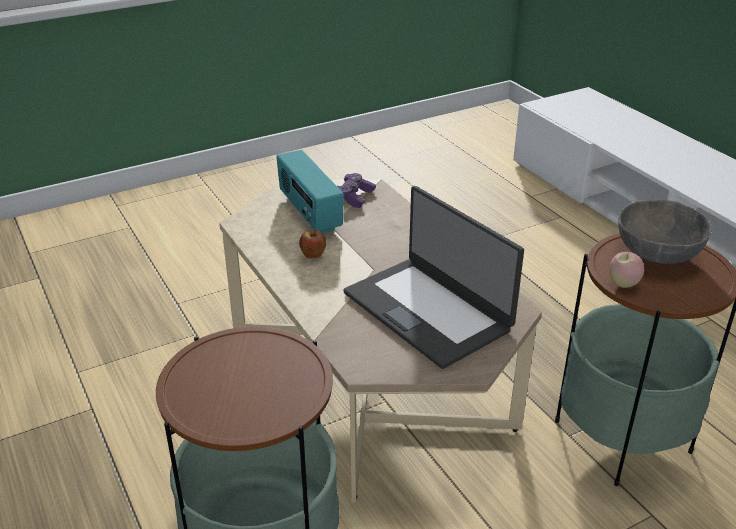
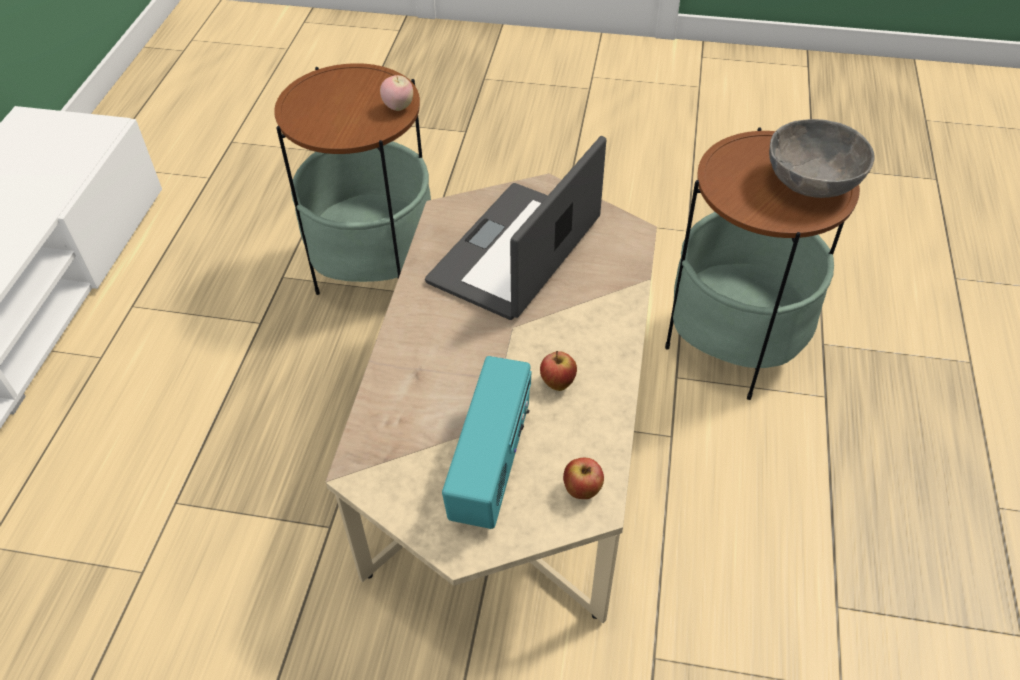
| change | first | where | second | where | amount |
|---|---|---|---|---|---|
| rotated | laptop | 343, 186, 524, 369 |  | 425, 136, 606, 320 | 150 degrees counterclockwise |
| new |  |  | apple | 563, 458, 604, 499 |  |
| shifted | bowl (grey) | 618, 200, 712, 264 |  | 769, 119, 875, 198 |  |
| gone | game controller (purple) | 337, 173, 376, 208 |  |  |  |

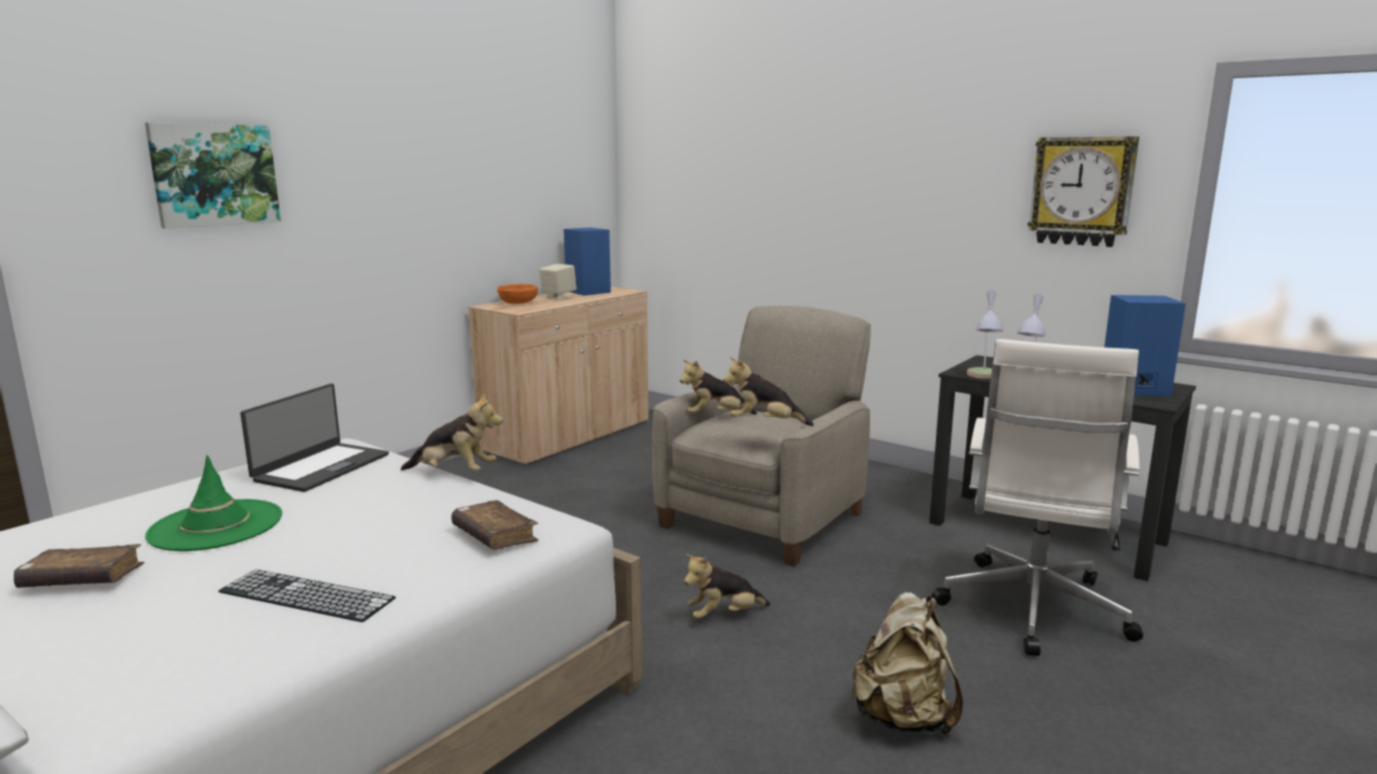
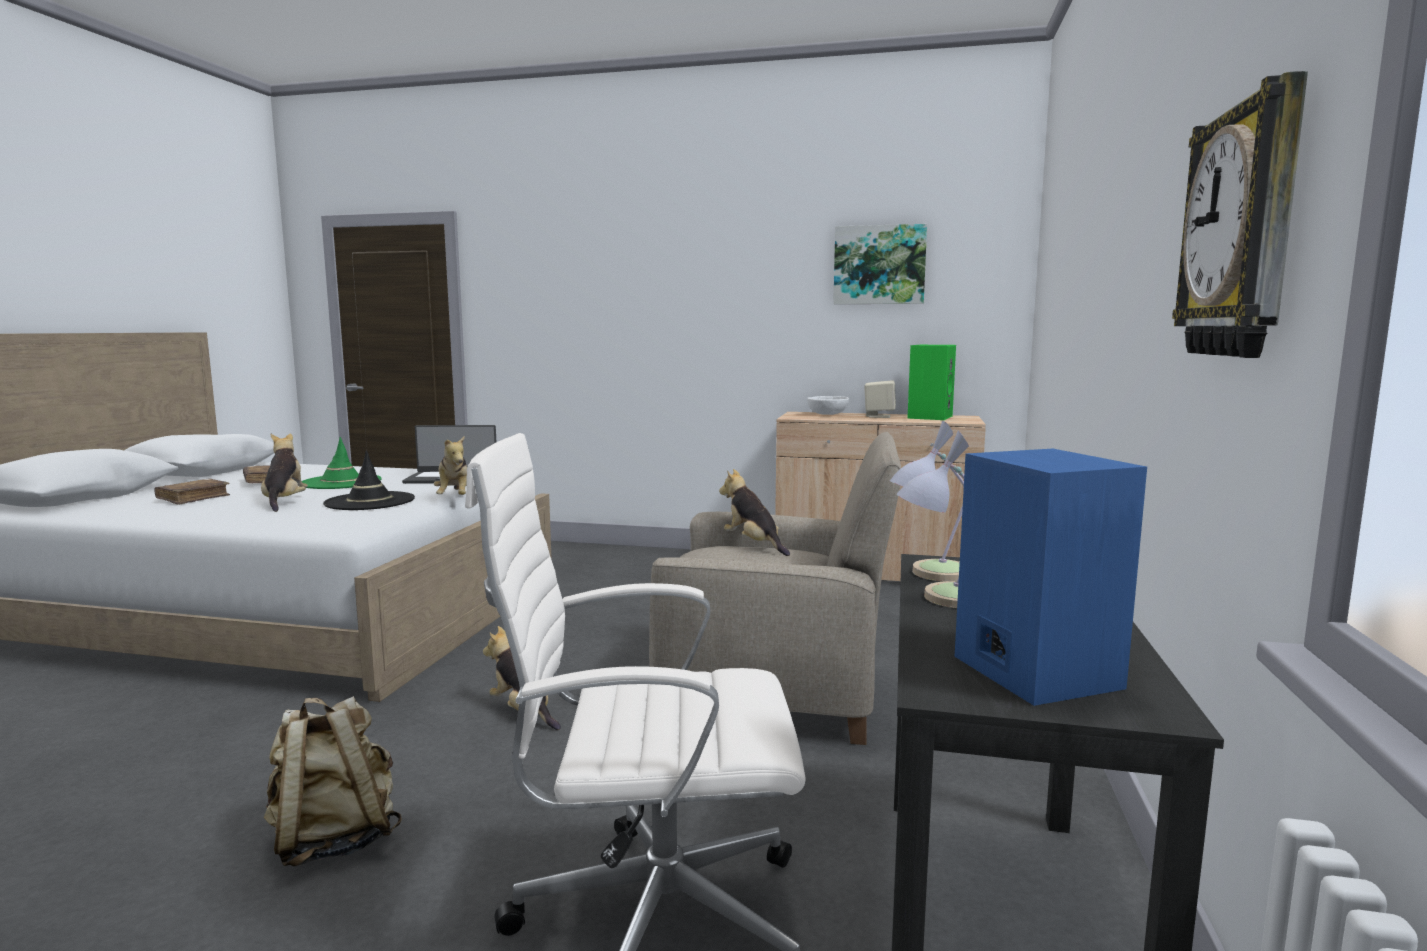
| change | first | where | second | where | amount |
|---|---|---|---|---|---|
| shifted | book (brown) | 451, 500, 539, 550 |  | 154, 479, 230, 505 |  |
| shifted | plush toy | 723, 357, 814, 426 |  | 261, 433, 308, 512 |  |
| new |  |  | hat (black) | 323, 450, 415, 510 |  |
| repainted | bowl (orange) | 497, 284, 538, 304 | bowl (white) | 807, 396, 849, 415 |  |
| shifted | picture | 145, 122, 281, 229 |  | 833, 224, 927, 304 |  |
| repainted | speaker (blue) | 564, 227, 611, 296 | speaker (green) | 907, 345, 956, 420 |  |
| gone | keyboard | 218, 569, 396, 622 |  |  |  |

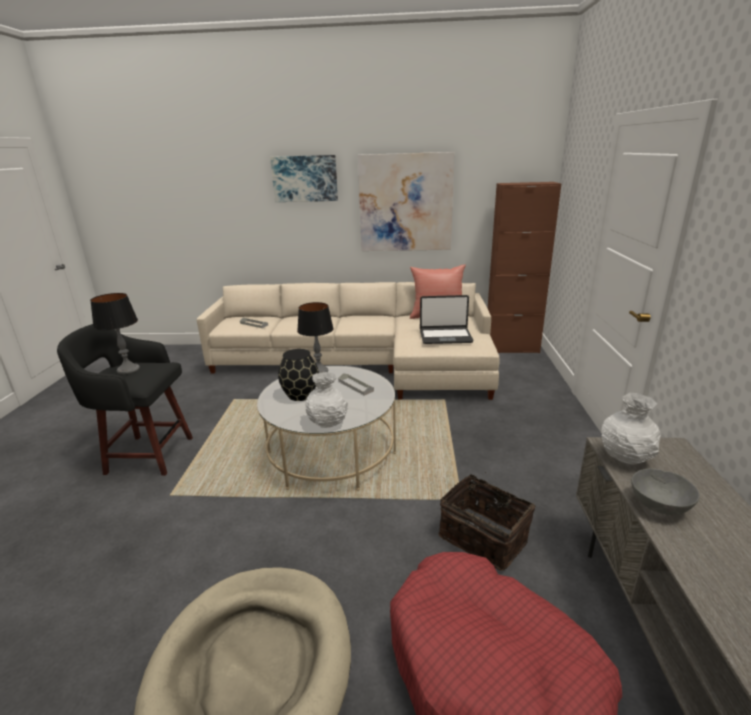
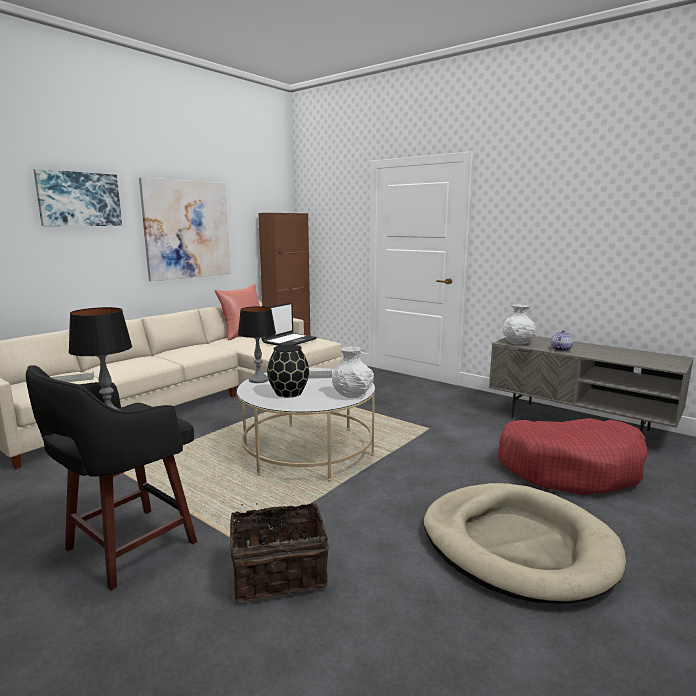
| change | first | where | second | where | amount |
|---|---|---|---|---|---|
| shifted | basket | 438, 472, 536, 571 |  | 230, 503, 329, 602 |  |
| swapped | bowl (grey) | 631, 469, 700, 515 | teapot | 551, 330, 573, 351 |  |

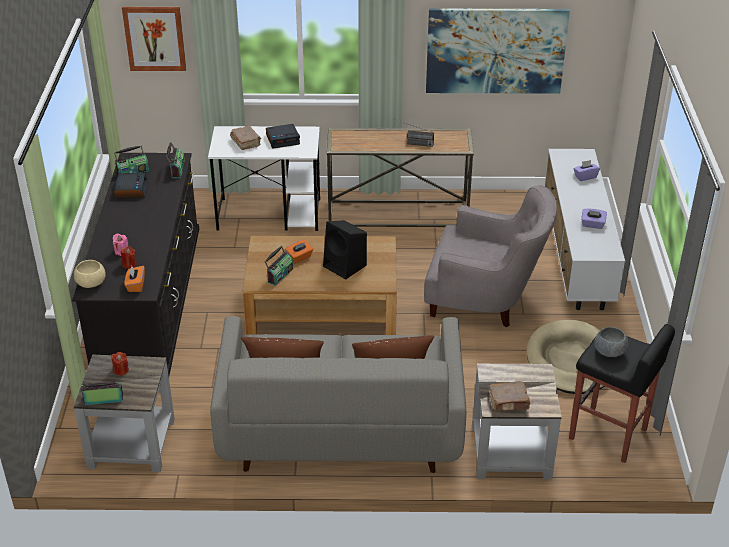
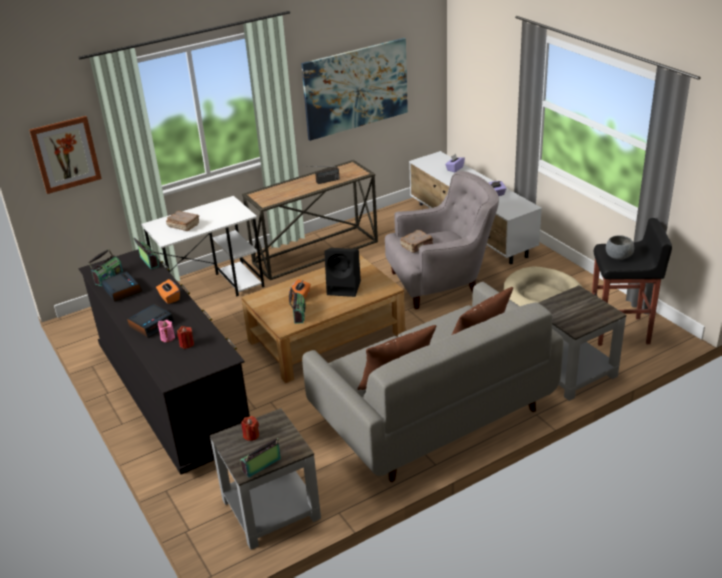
| change | first | where | second | where | amount |
|---|---|---|---|---|---|
| shifted | alarm clock | 266, 124, 300, 149 |  | 127, 304, 174, 338 |  |
| shifted | tissue box (orange) | 125, 266, 145, 292 |  | 156, 279, 180, 304 |  |
| shifted | book (brown) | 488, 381, 531, 411 |  | 400, 230, 433, 253 |  |
| gone | bowl (beige) | 74, 260, 106, 288 |  |  |  |

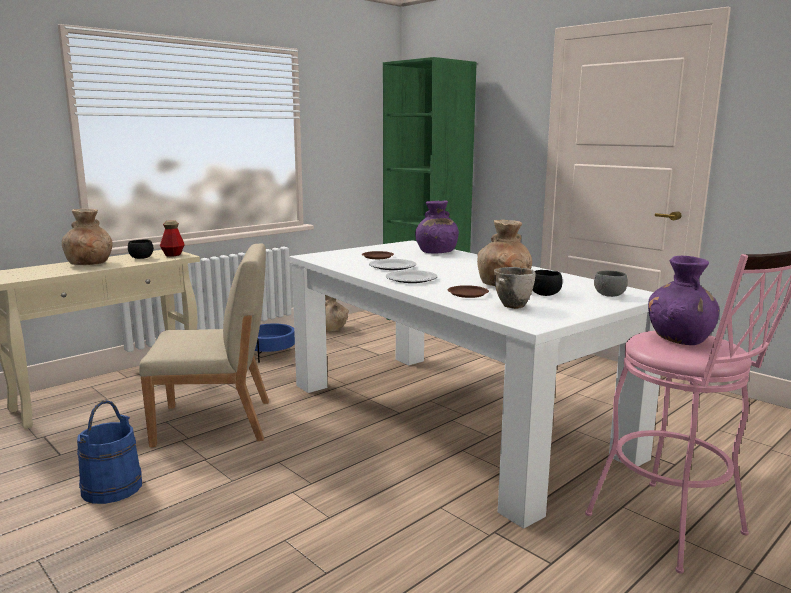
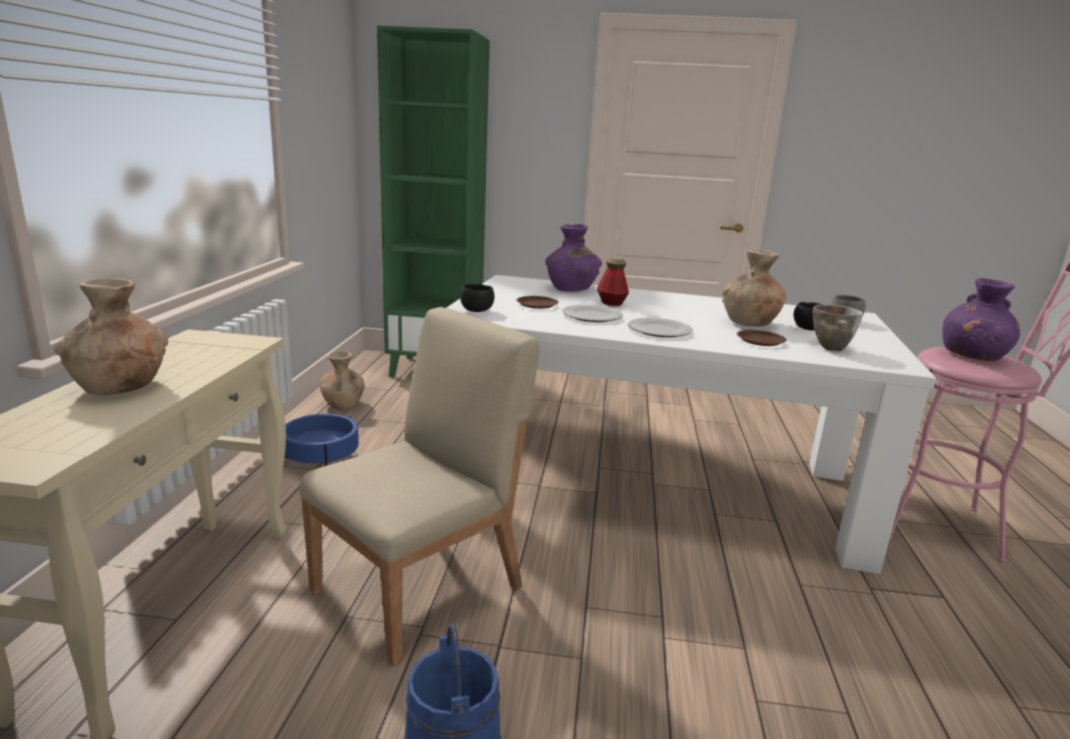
| change | first | where | second | where | amount |
|---|---|---|---|---|---|
| shifted | bowl (black) | 128, 240, 154, 259 |  | 460, 284, 494, 312 |  |
| shifted | bottle | 160, 220, 185, 257 |  | 597, 257, 629, 306 |  |

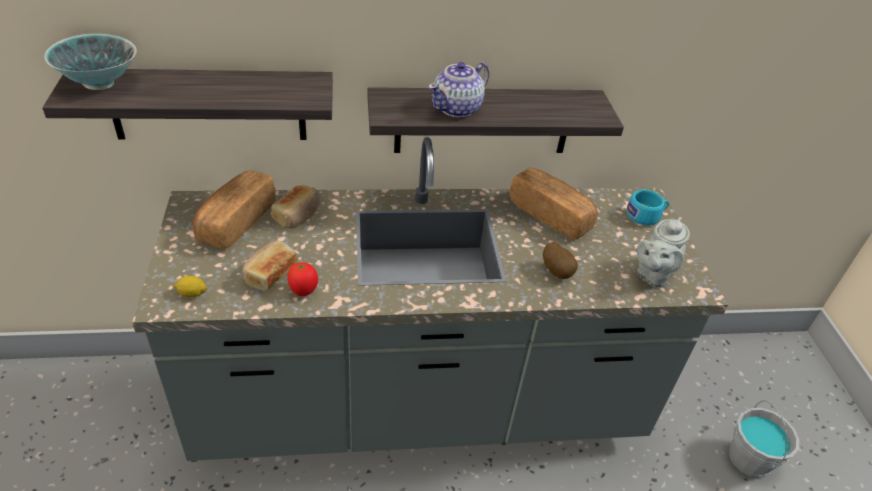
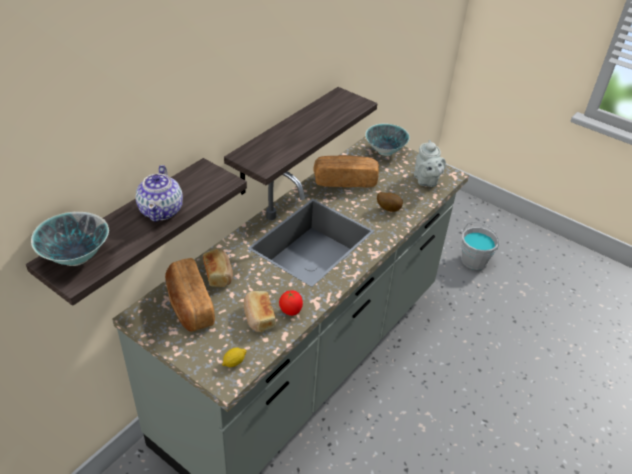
| change | first | where | second | where | amount |
|---|---|---|---|---|---|
| shifted | teapot | 428, 62, 489, 118 |  | 136, 165, 183, 222 |  |
| swapped | cup (turquoise) | 627, 189, 669, 225 | bowl | 365, 123, 410, 156 |  |

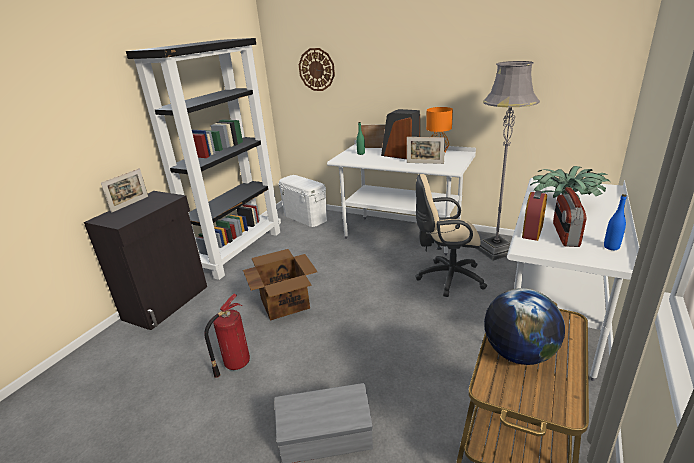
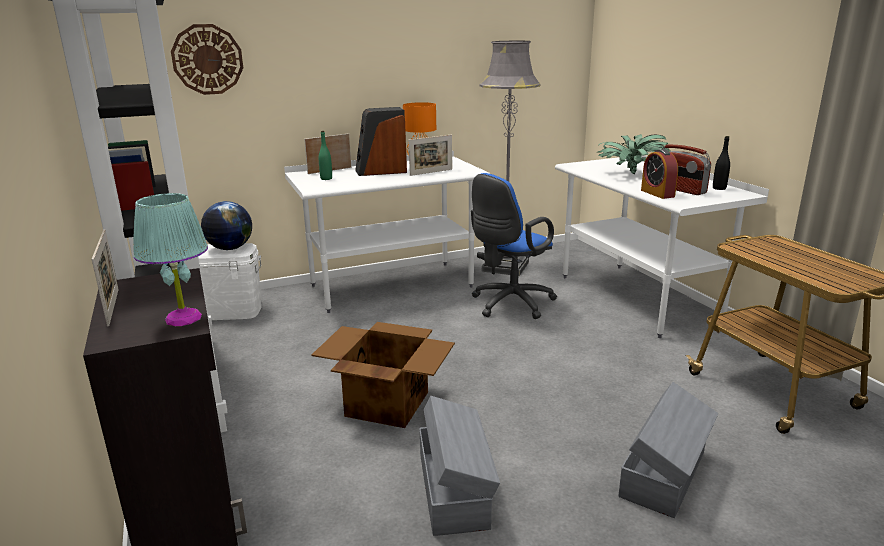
| change | first | where | second | where | amount |
|---|---|---|---|---|---|
| new |  |  | table lamp (turquoise) | 133, 193, 208, 326 |  |
| shifted | globe | 484, 288, 565, 365 |  | 201, 201, 252, 250 |  |
| swapped | fire extinguisher | 204, 294, 250, 378 | storage box (grey) | 419, 396, 500, 536 |  |
| repainted | office chair (beige) | 416, 174, 487, 297 | office chair (blue) | 471, 173, 557, 319 |  |
| repainted | bottle (blue) | 604, 194, 627, 250 | bottle (black) | 713, 136, 730, 190 |  |

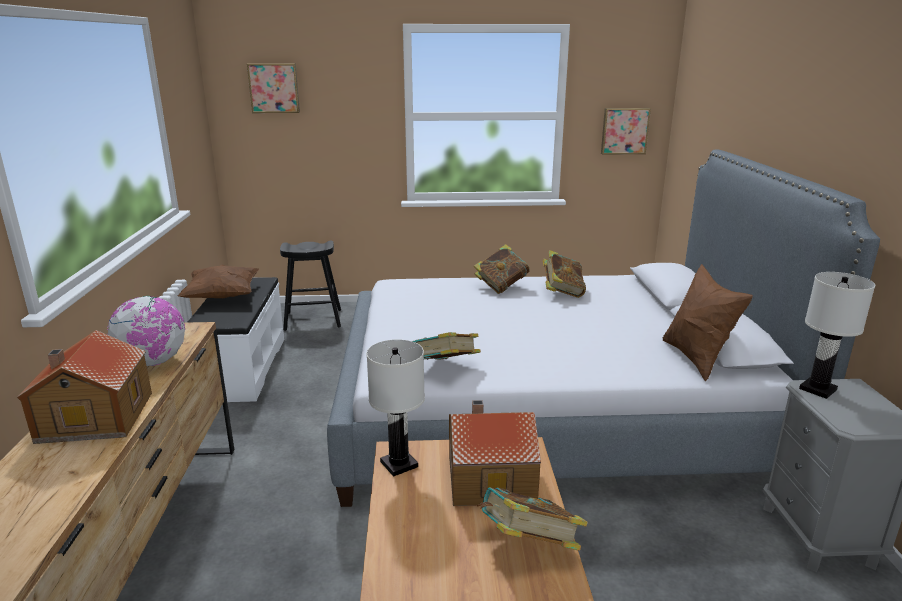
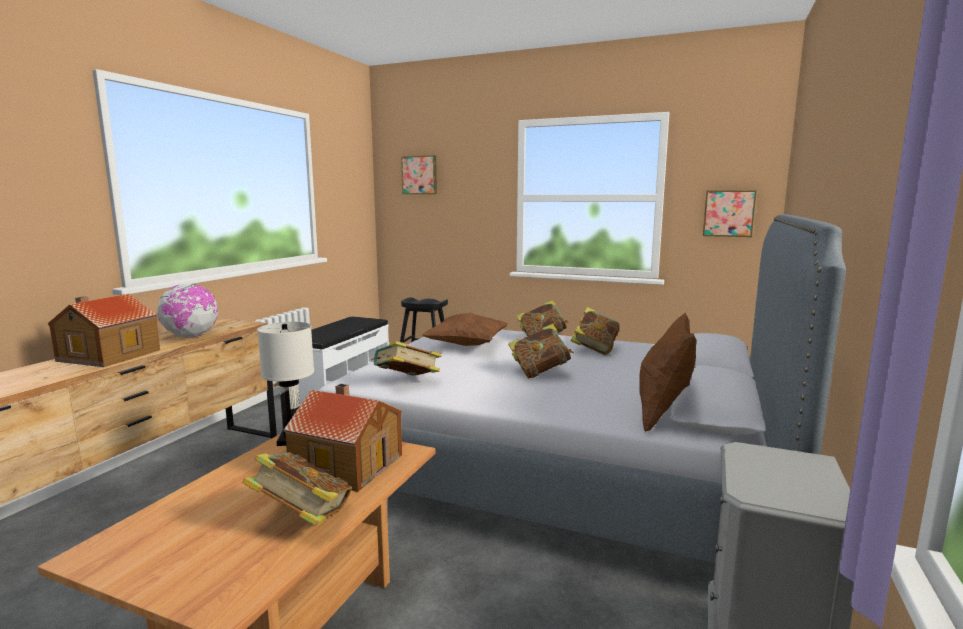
| change | first | where | second | where | amount |
|---|---|---|---|---|---|
| shifted | pillow (brown) | 178, 265, 259, 298 |  | 422, 312, 508, 346 |  |
| new |  |  | book | 508, 324, 574, 379 |  |
| gone | table lamp (white) | 799, 272, 876, 399 |  |  |  |

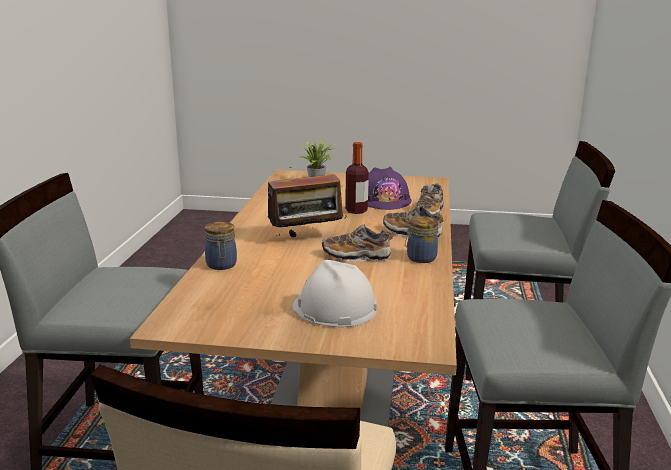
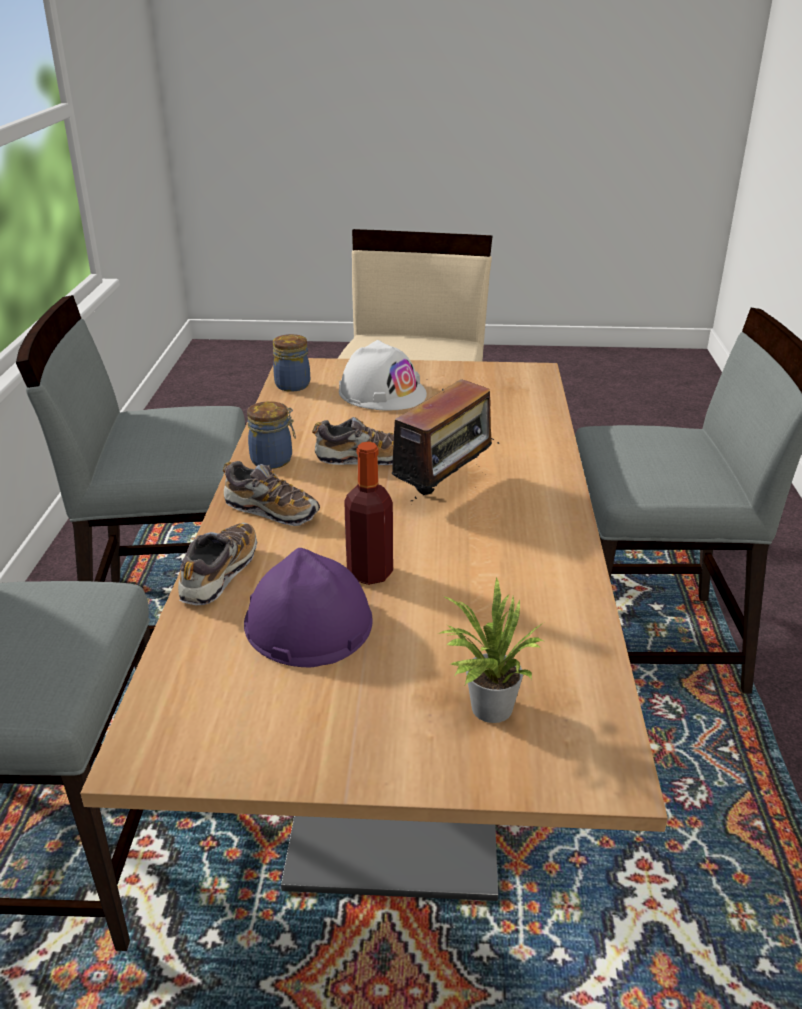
| change | first | where | second | where | amount |
|---|---|---|---|---|---|
| shifted | jar | 205, 221, 237, 270 |  | 273, 334, 310, 392 |  |
| rotated | radio | 268, 163, 347, 237 |  | 381, 379, 499, 505 | 150 degrees clockwise |

